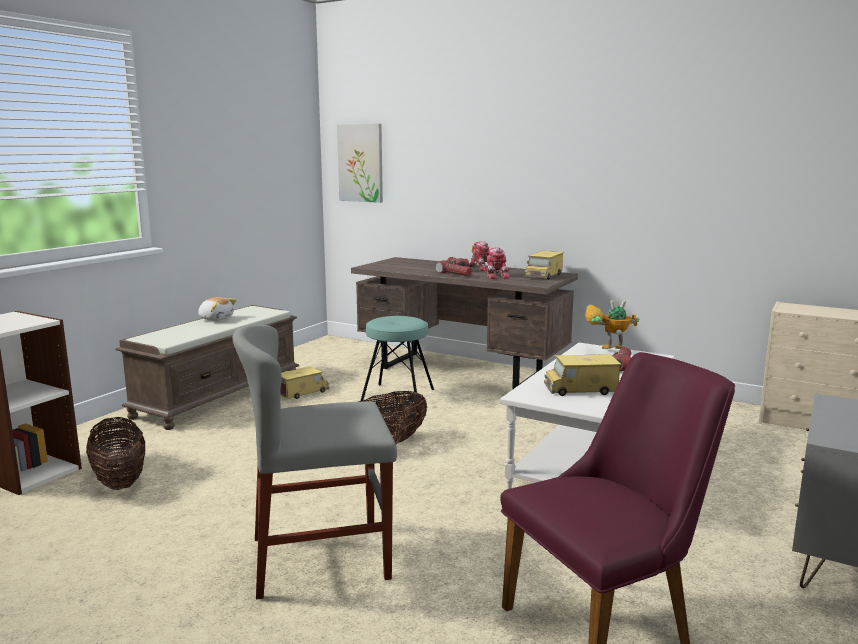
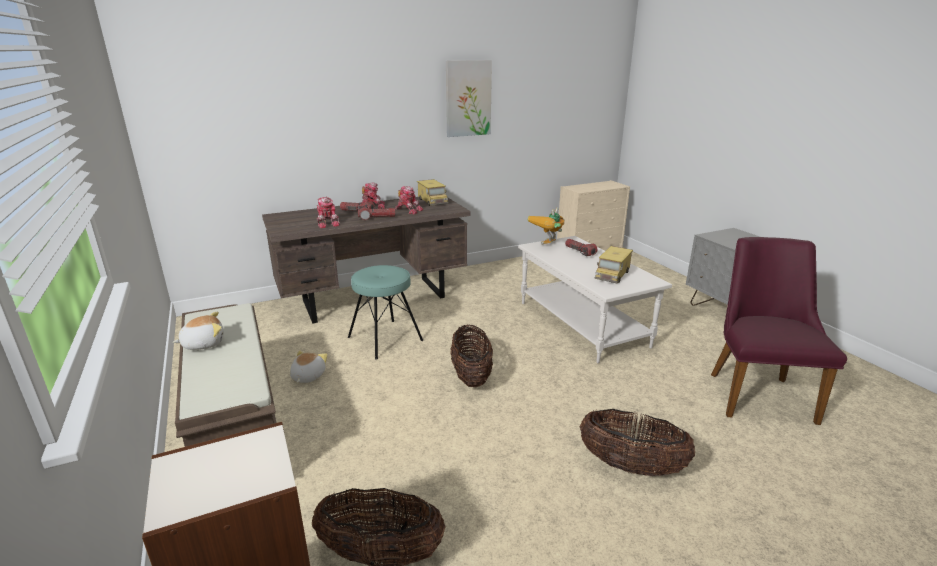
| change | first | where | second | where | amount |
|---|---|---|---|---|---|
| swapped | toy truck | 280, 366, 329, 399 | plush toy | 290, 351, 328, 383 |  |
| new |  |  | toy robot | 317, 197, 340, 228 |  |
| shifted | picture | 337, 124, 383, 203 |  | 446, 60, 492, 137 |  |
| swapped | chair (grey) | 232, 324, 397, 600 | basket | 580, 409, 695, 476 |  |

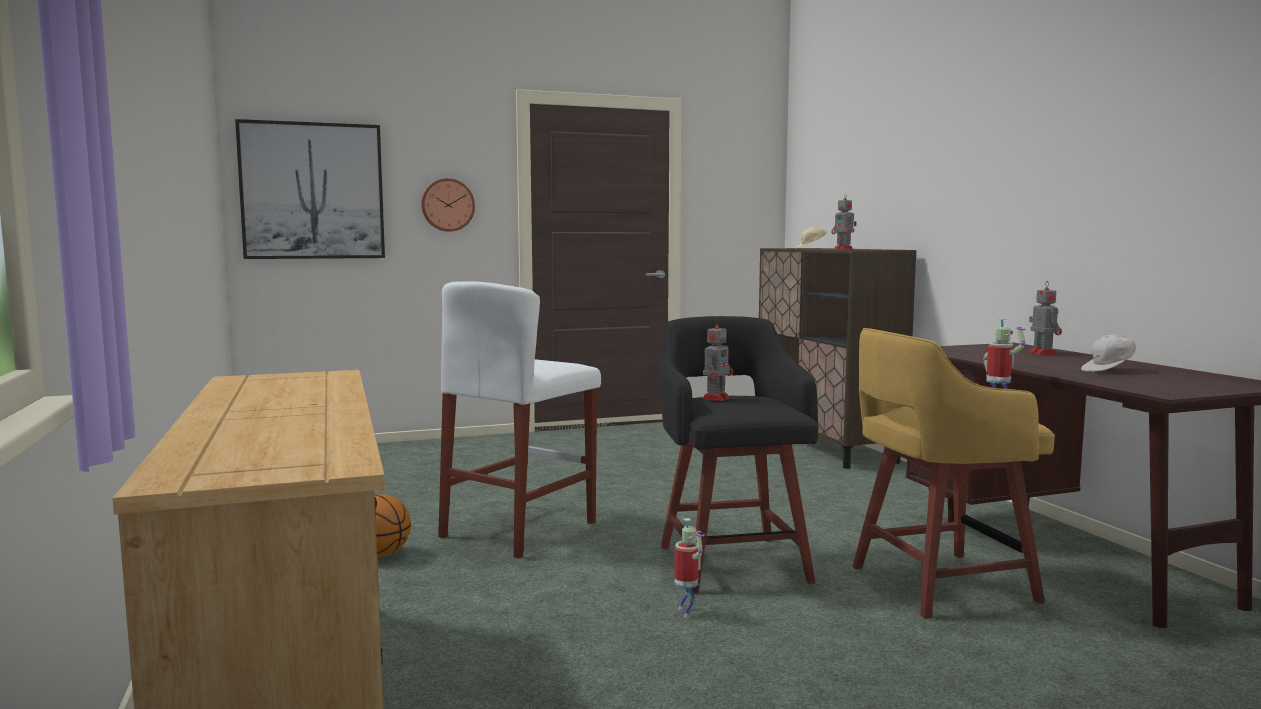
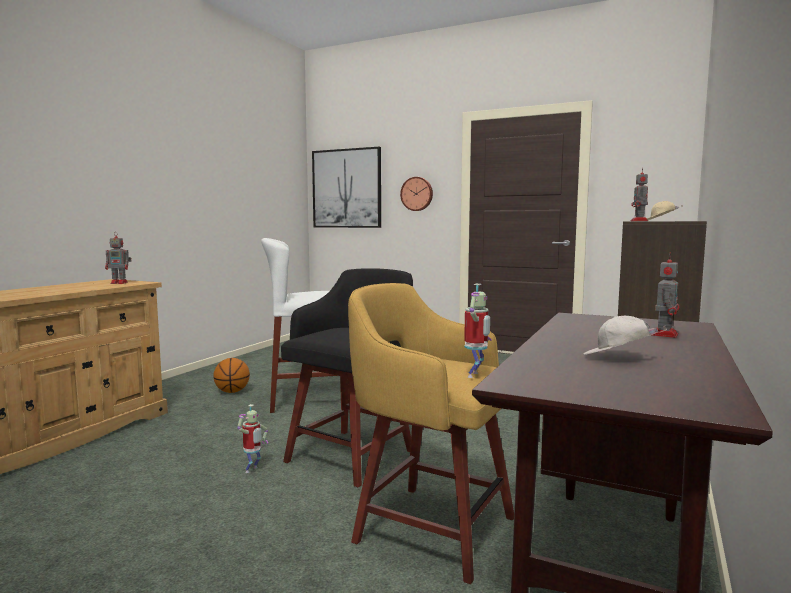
| change | first | where | second | where | amount |
|---|---|---|---|---|---|
| shifted | toy robot | 702, 319, 733, 401 |  | 105, 232, 132, 284 |  |

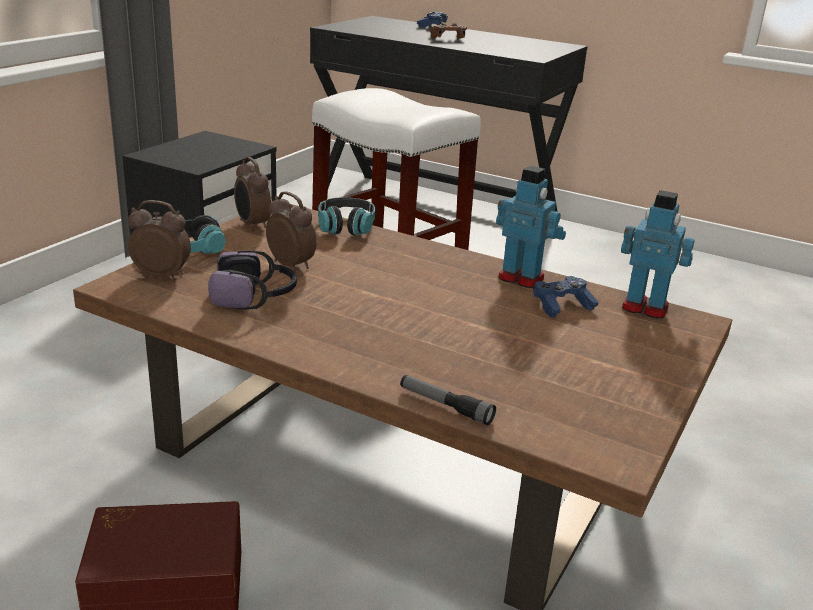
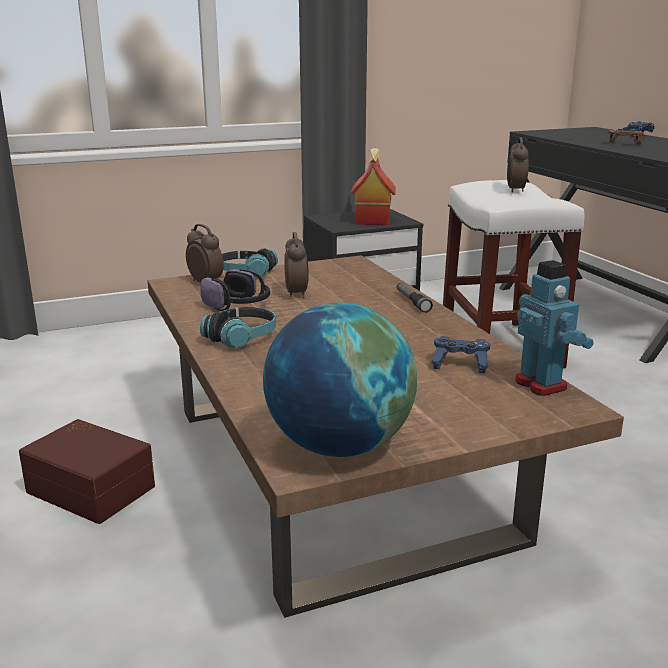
| change | first | where | second | where | amount |
|---|---|---|---|---|---|
| shifted | headphones | 318, 197, 375, 236 |  | 200, 307, 276, 348 |  |
| new |  |  | globe | 263, 302, 417, 457 |  |
| new |  |  | toy house | 350, 148, 396, 225 |  |
| shifted | flashlight | 400, 375, 496, 425 |  | 397, 283, 433, 313 |  |
| shifted | alarm clock | 234, 157, 271, 231 |  | 507, 137, 529, 193 |  |
| gone | toy robot | 496, 166, 566, 288 |  |  |  |

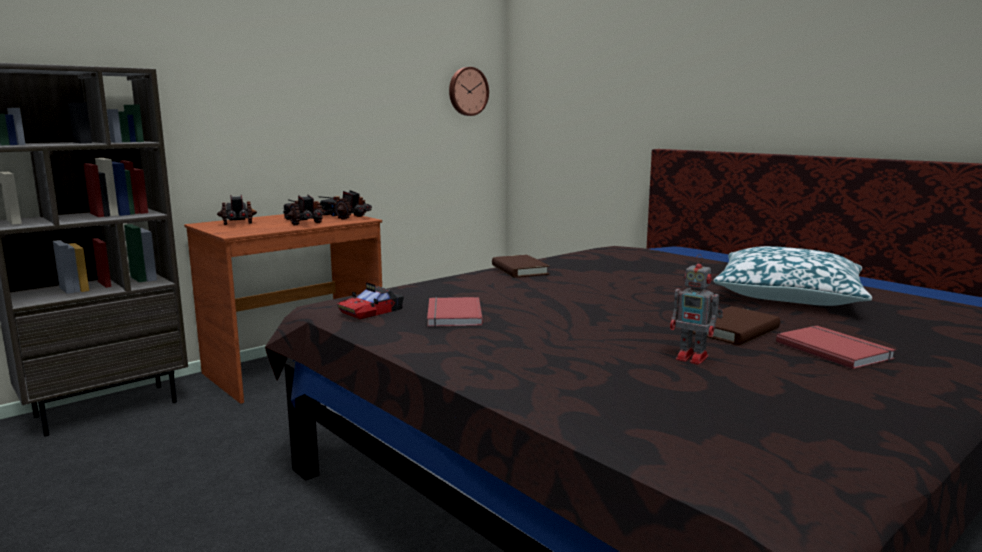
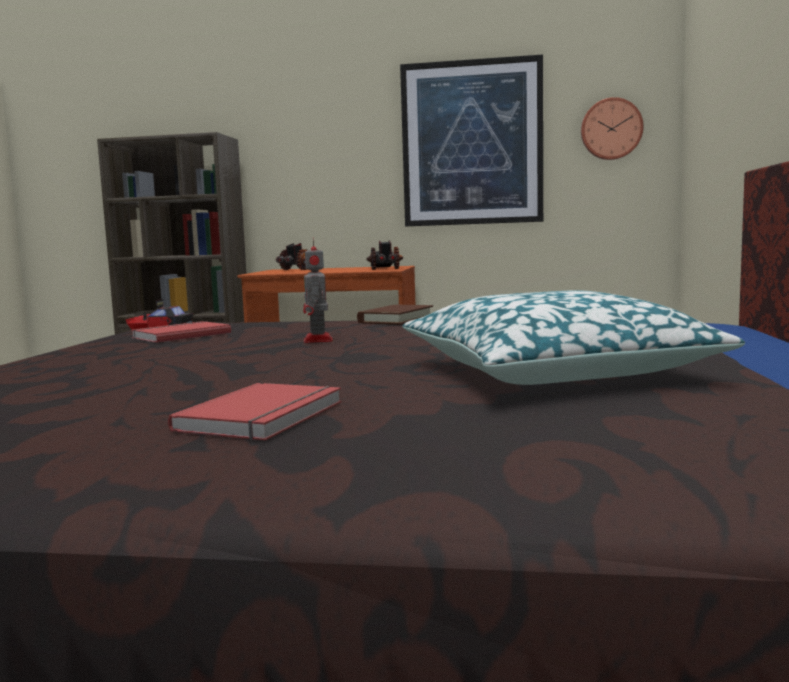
| change | first | where | second | where | amount |
|---|---|---|---|---|---|
| shifted | toy robot | 670, 254, 723, 365 |  | 303, 237, 333, 343 |  |
| new |  |  | picture | 400, 55, 543, 226 |  |
| gone | toy truck | 283, 195, 324, 225 |  |  |  |
| gone | book (brown) | 693, 306, 780, 345 |  |  |  |

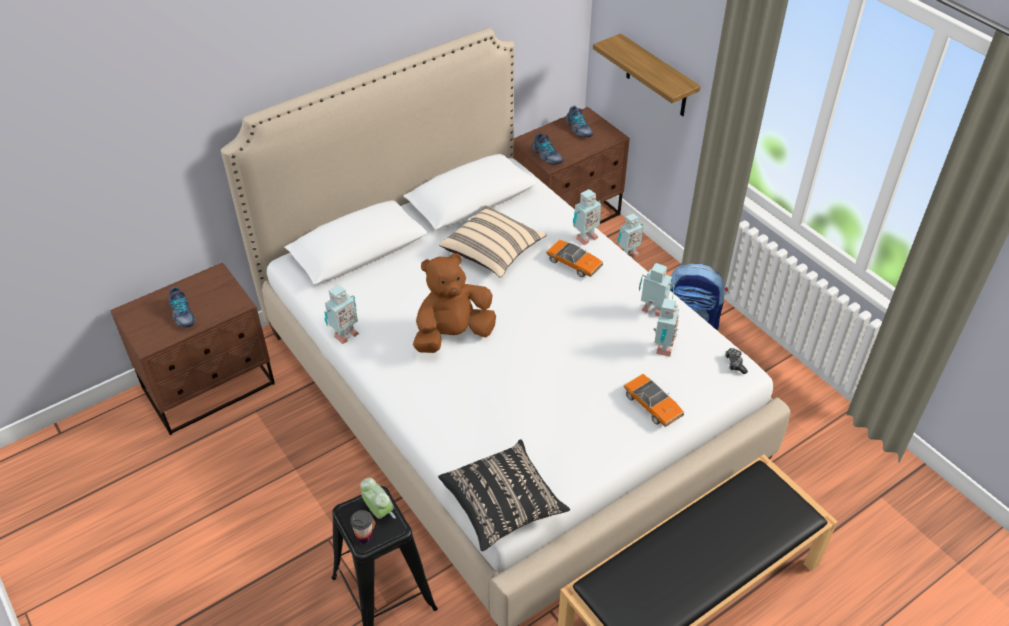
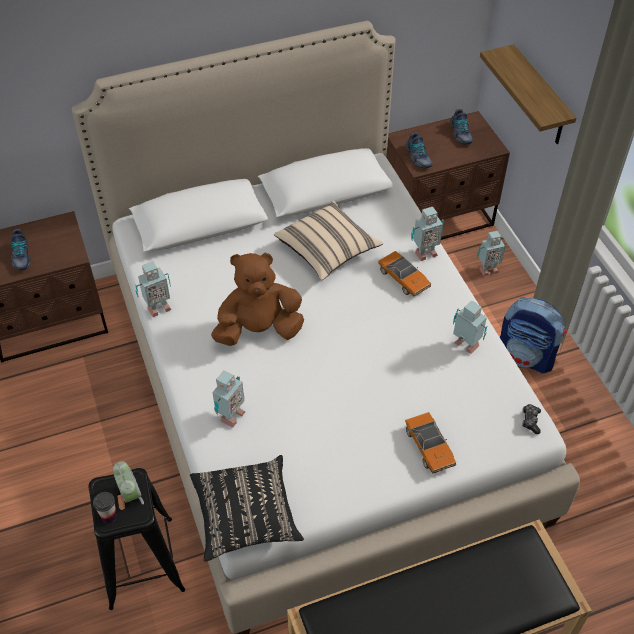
| change | first | where | second | where | amount |
|---|---|---|---|---|---|
| shifted | toy robot | 654, 299, 679, 357 |  | 212, 370, 245, 428 |  |

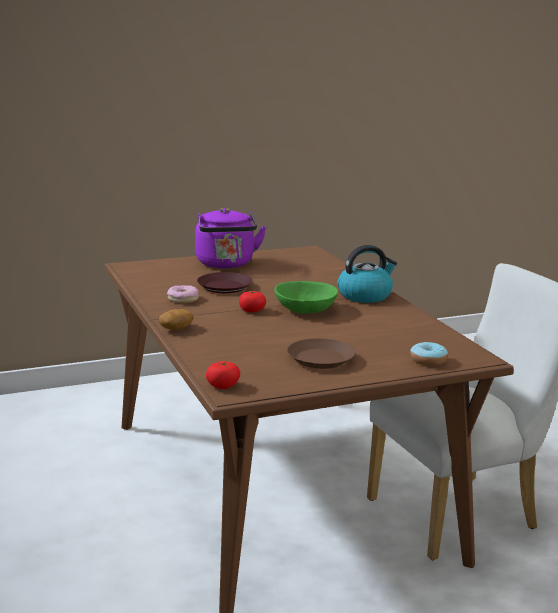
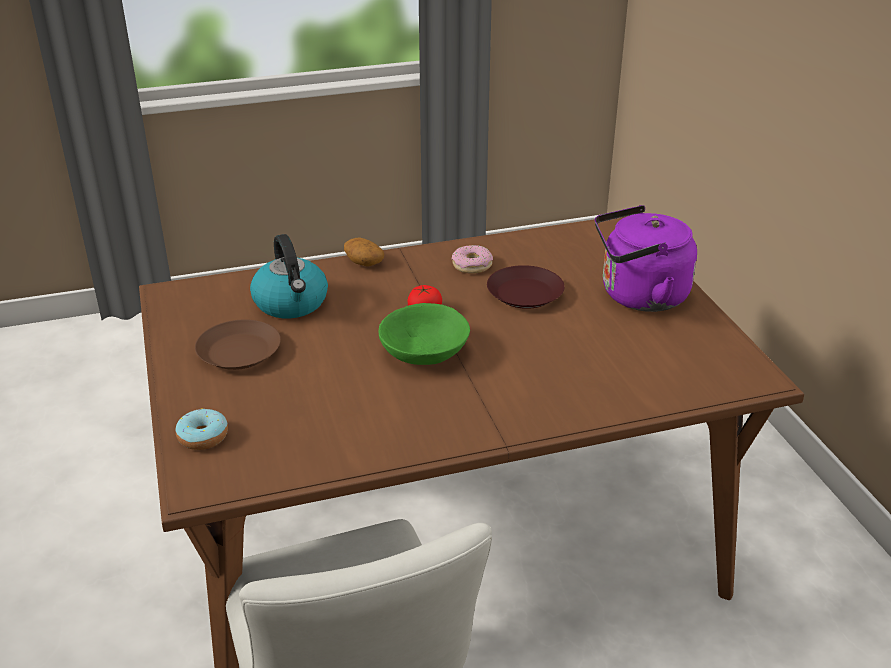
| change | first | where | second | where | amount |
|---|---|---|---|---|---|
| shifted | kettle | 337, 245, 397, 303 |  | 250, 234, 328, 318 |  |
| gone | tomato | 206, 361, 240, 389 |  |  |  |

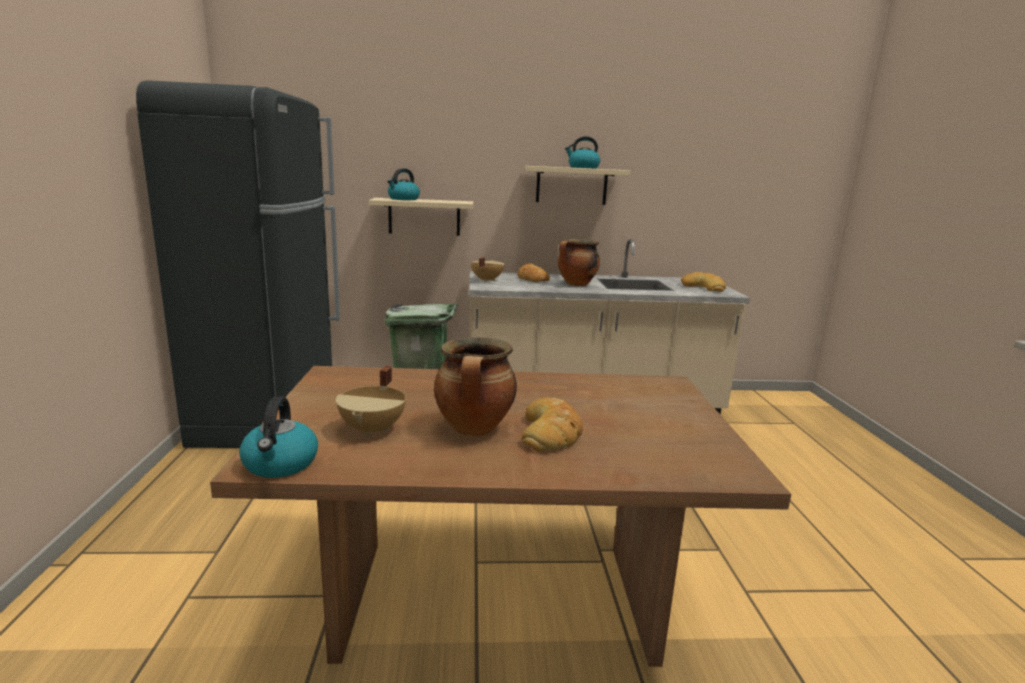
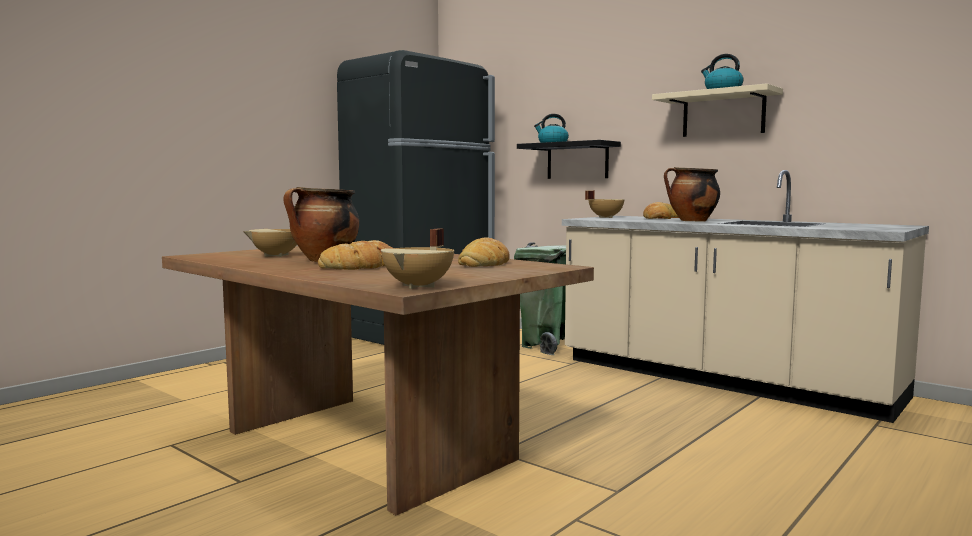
| change | first | where | second | where | amount |
|---|---|---|---|---|---|
| new |  |  | cooking pot (beige) | 381, 228, 454, 289 |  |
| shifted | bread | 681, 272, 726, 292 |  | 458, 237, 510, 267 |  |
| repainted | shelf (beige) | 369, 198, 473, 236 | shelf (black) | 517, 140, 621, 179 |  |
| gone | kettle | 239, 397, 318, 478 |  |  |  |

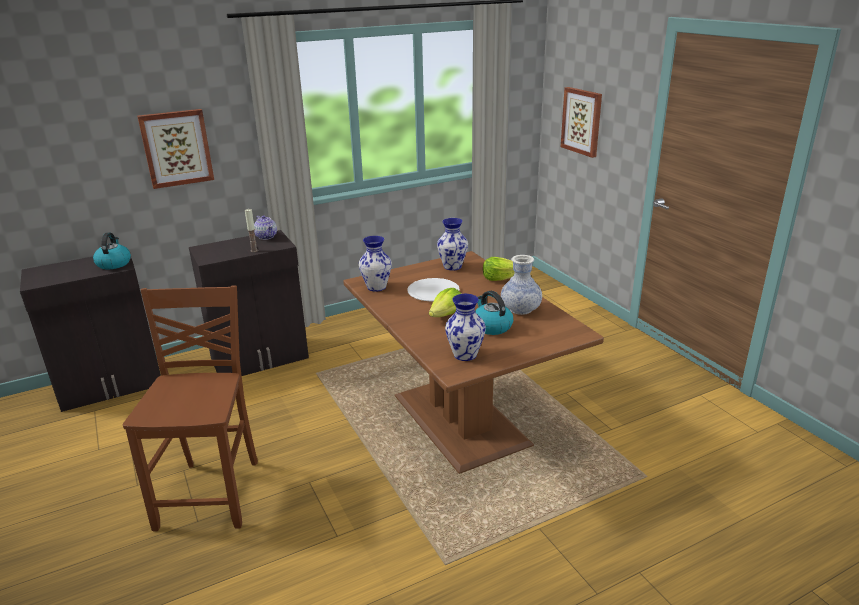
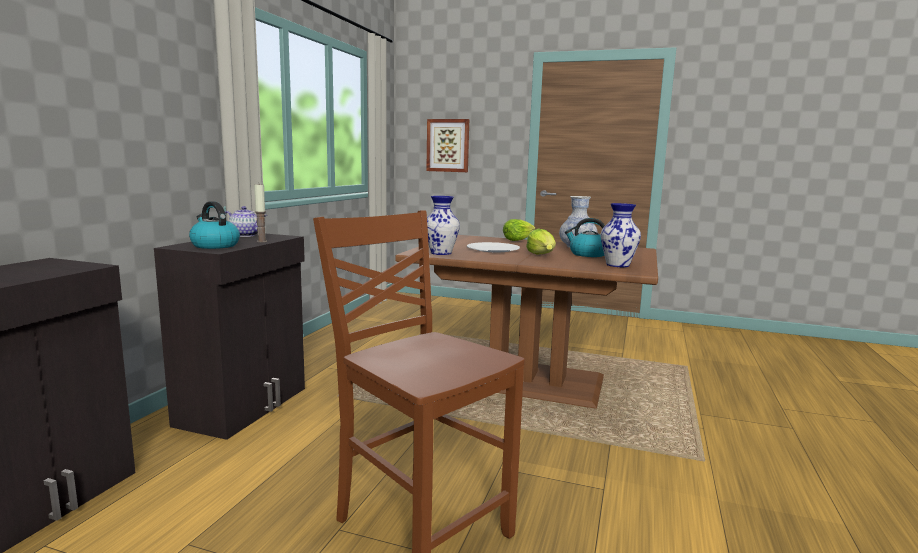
| change | first | where | second | where | amount |
|---|---|---|---|---|---|
| shifted | kettle | 93, 232, 131, 270 |  | 189, 201, 240, 249 |  |
| gone | picture | 137, 109, 214, 189 |  |  |  |
| gone | vase | 437, 218, 468, 271 |  |  |  |

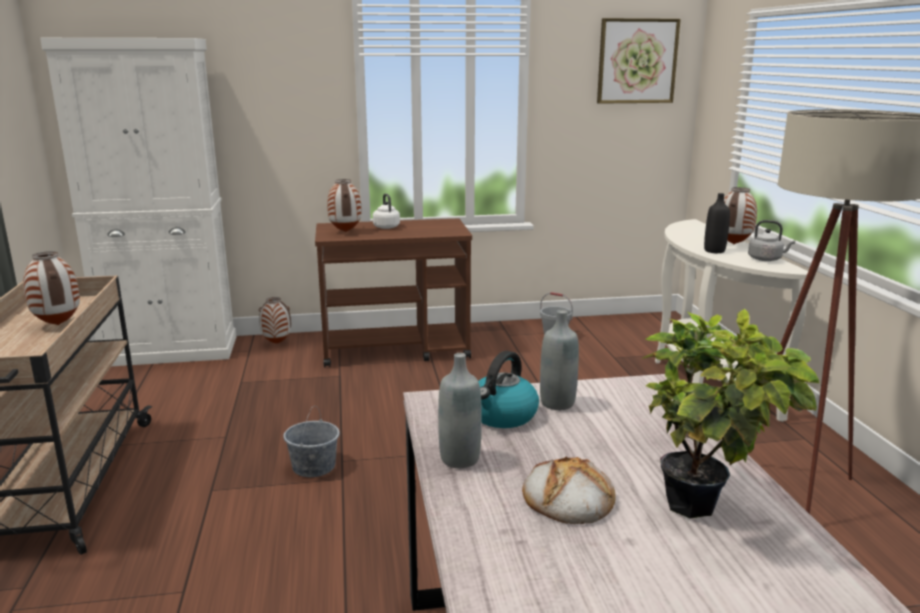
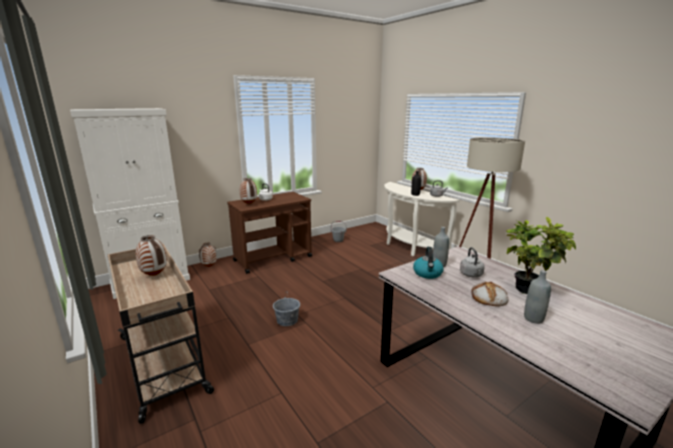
| change | first | where | second | where | amount |
|---|---|---|---|---|---|
| new |  |  | kettle (grey) | 460, 247, 485, 278 |  |
| shifted | bottle (grey) | 438, 353, 482, 468 |  | 524, 270, 551, 324 |  |
| gone | picture | 597, 18, 681, 104 |  |  |  |

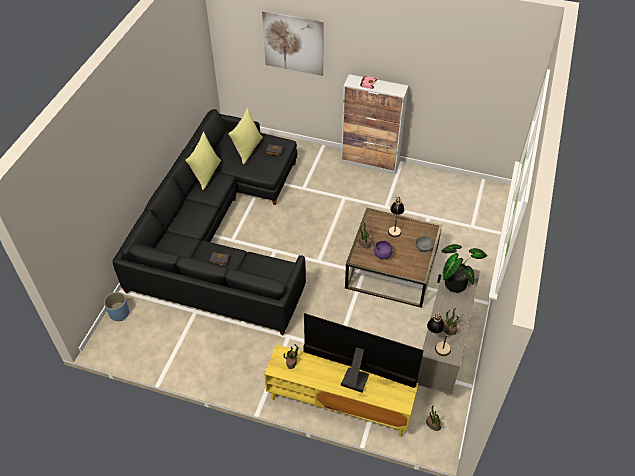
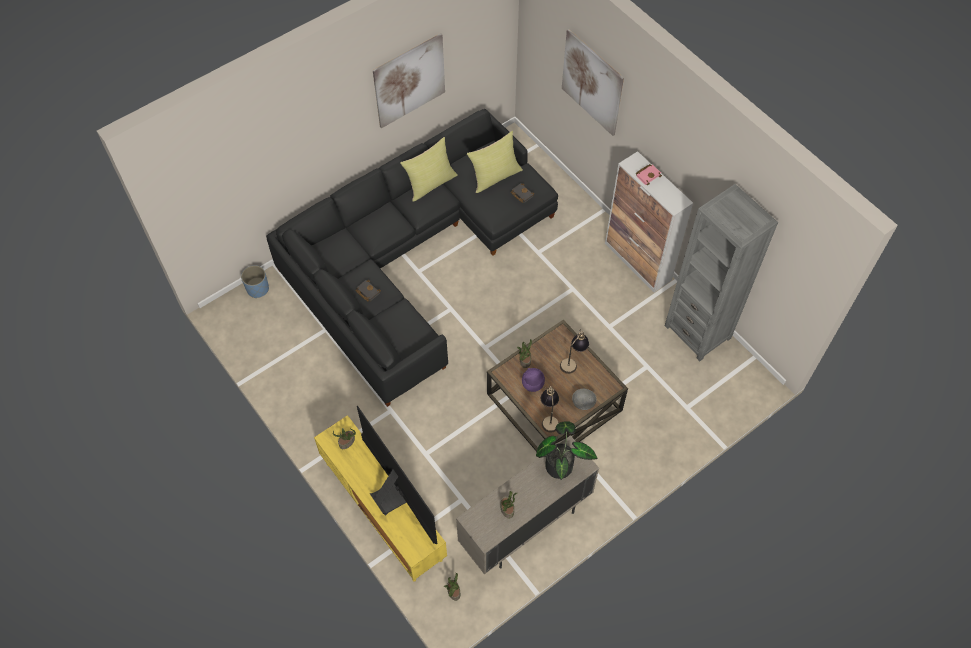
| change | first | where | second | where | amount |
|---|---|---|---|---|---|
| new |  |  | picture | 373, 33, 445, 128 |  |
| shifted | table lamp | 427, 313, 451, 356 |  | 541, 386, 559, 433 |  |
| new |  |  | bookcase (grey) | 665, 184, 778, 361 |  |

